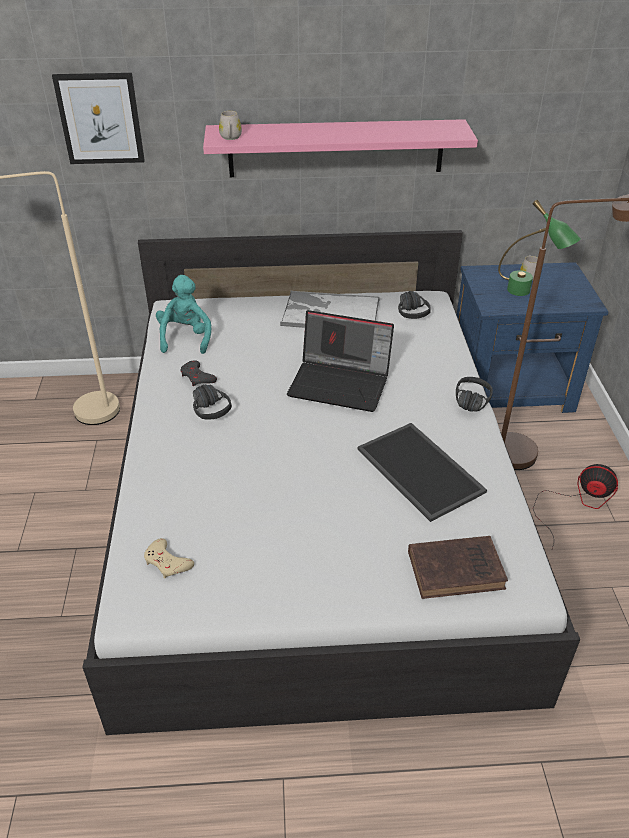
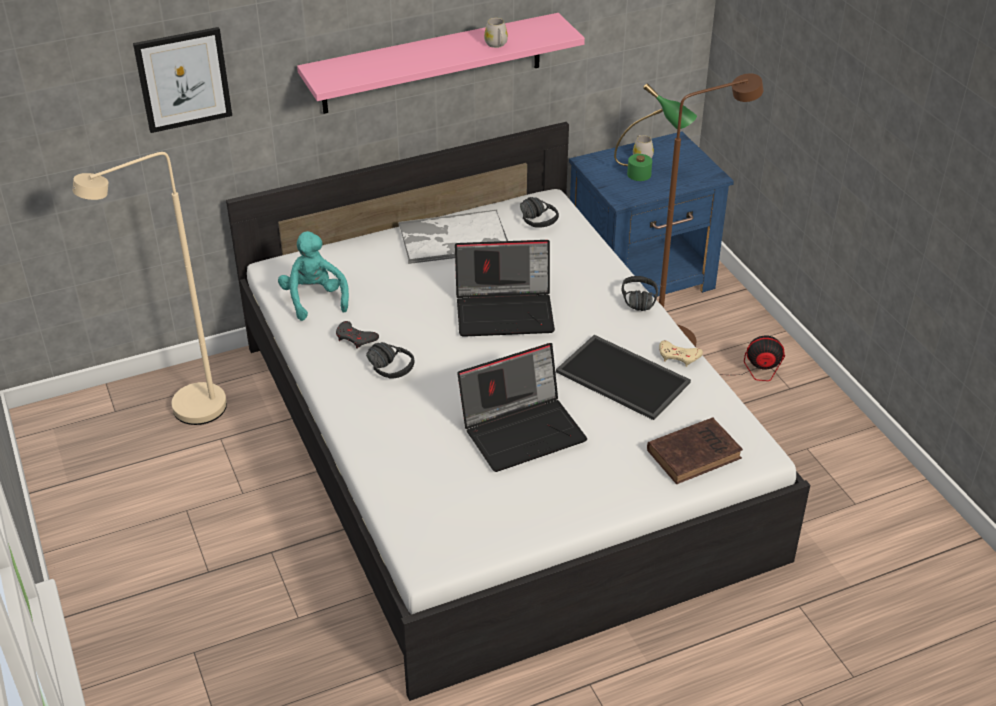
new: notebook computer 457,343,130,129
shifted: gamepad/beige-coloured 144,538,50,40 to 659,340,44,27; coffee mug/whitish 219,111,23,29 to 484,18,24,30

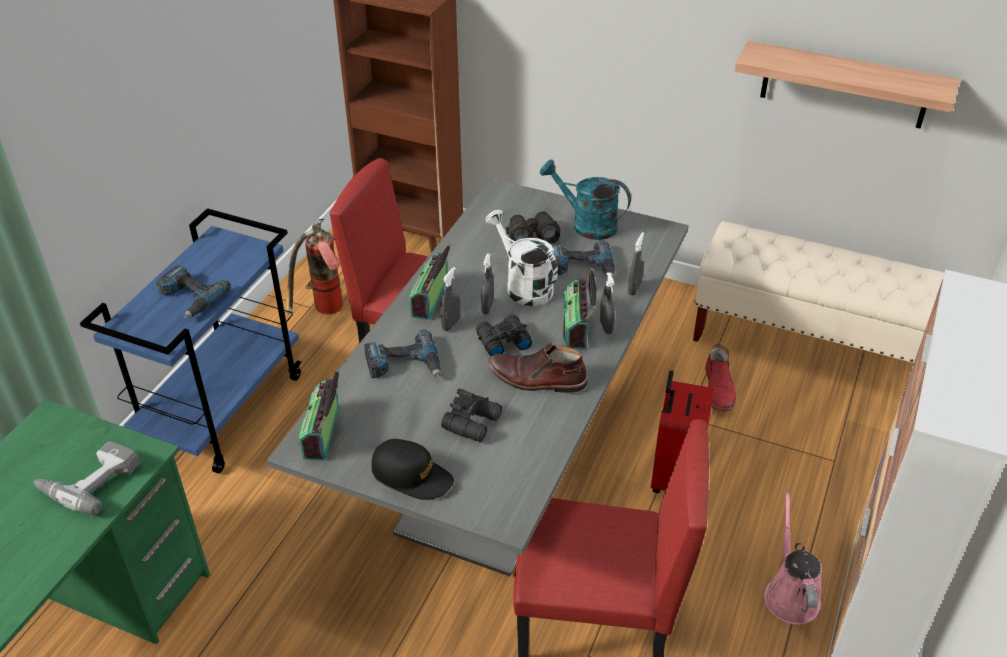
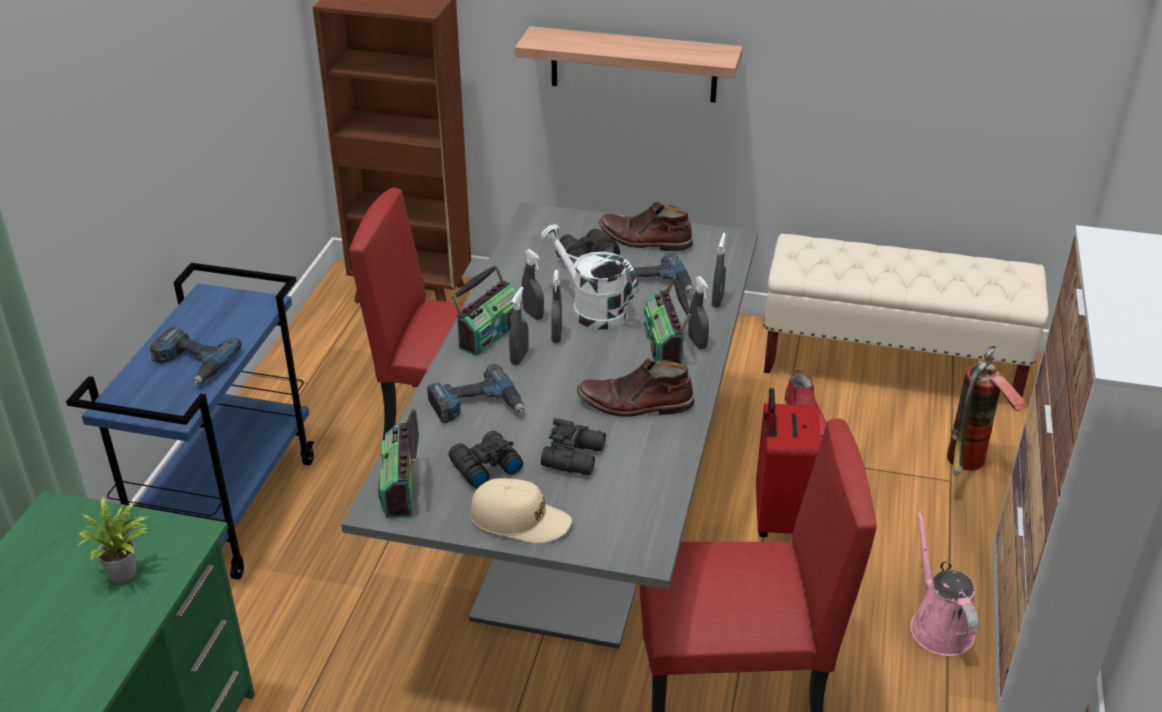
new: sprayer/grey 522,249,22,71
shifted: fire-fighting cylinder 285,219,58,96 to 947,346,78,130; pair of binoculars/black-coloured 476,314,56,43 to 449,431,74,57; shelf 734,41,226,88 to 515,26,228,77
swapped: power drill 34,441,106,74 to plant in a pot 78,496,73,87; sprinkling can/blue-green 540,160,91,80 to high-top boot/brown 599,202,94,49
repainted: cap/black-coloured 372,439,82,61 to cap/beige-coloured 471,478,101,66
rotated: radio set 409,243,42,77 = 452,264,70,92 150 degrees counterclockwise

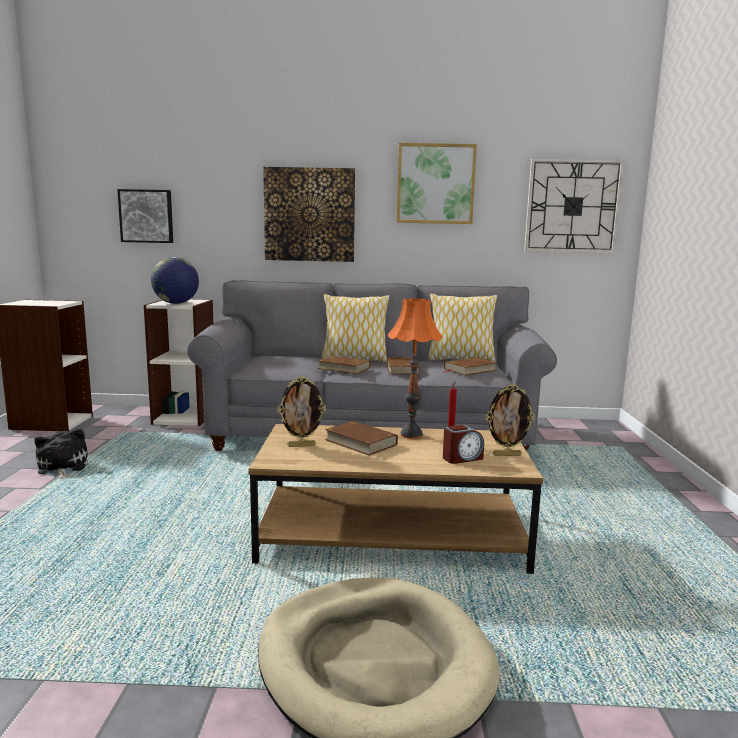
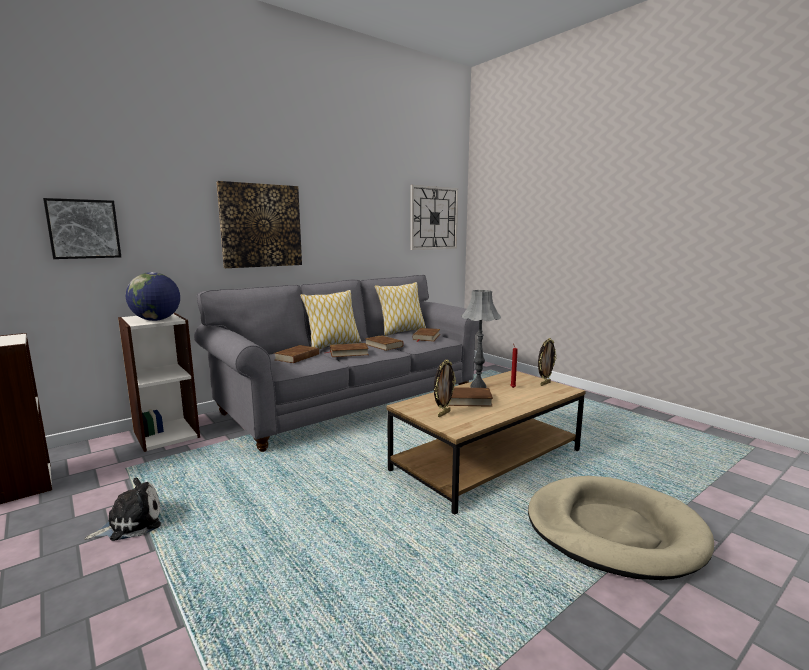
gone: picture 397,143,80,81; table clock 443,425,41,39
new: bound book/brown 274,345,45,18
repainted: tabletop lamp/orangey 388,298,55,141 to tabletop lamp/grey 461,290,40,98
rotated: soft toy 34,429,54,50 = 85,477,76,64 120 degrees clockwise

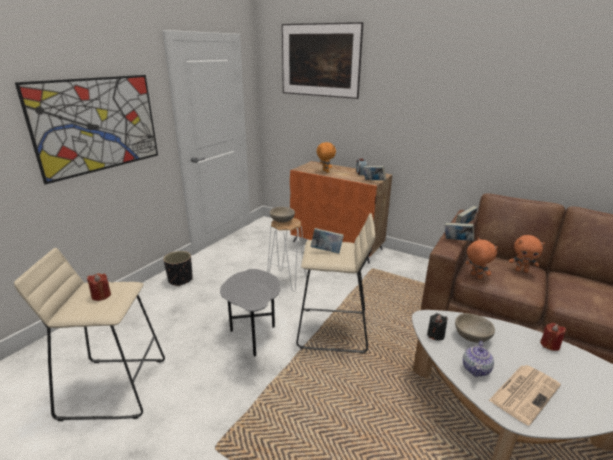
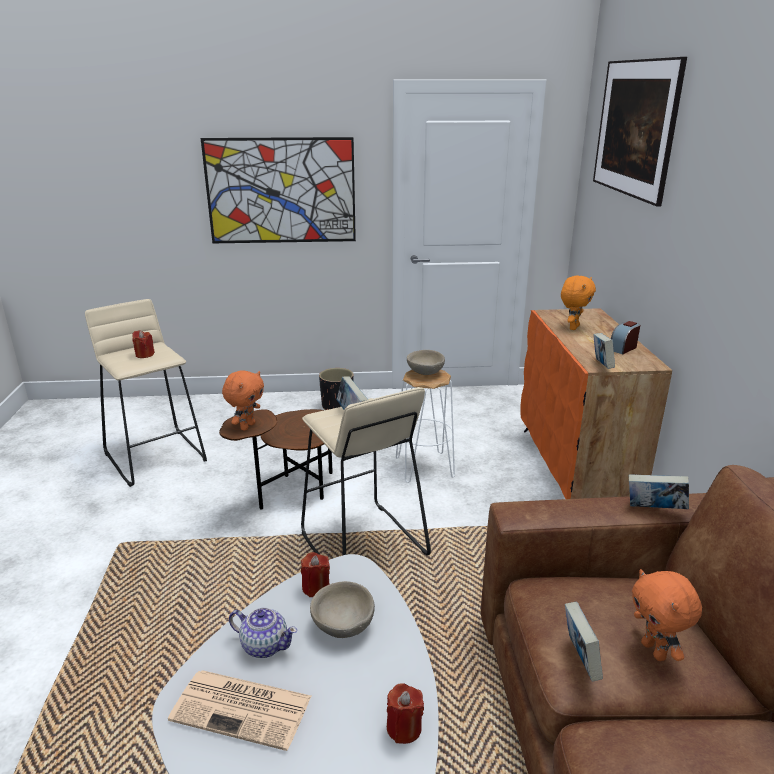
shifted: bound book 445,223,29,18 to 565,602,38,80; soft toy/orangey 466,238,32,41 to 222,370,42,60
repainted: end table/grey 220,269,60,87 to end table/brown 219,409,114,101; candle/black-coloured 427,313,21,28 to candle/reddish 301,552,29,45
rotated: tea pot 463,341,31,36 = 229,608,68,50 150 degrees counterclockwise

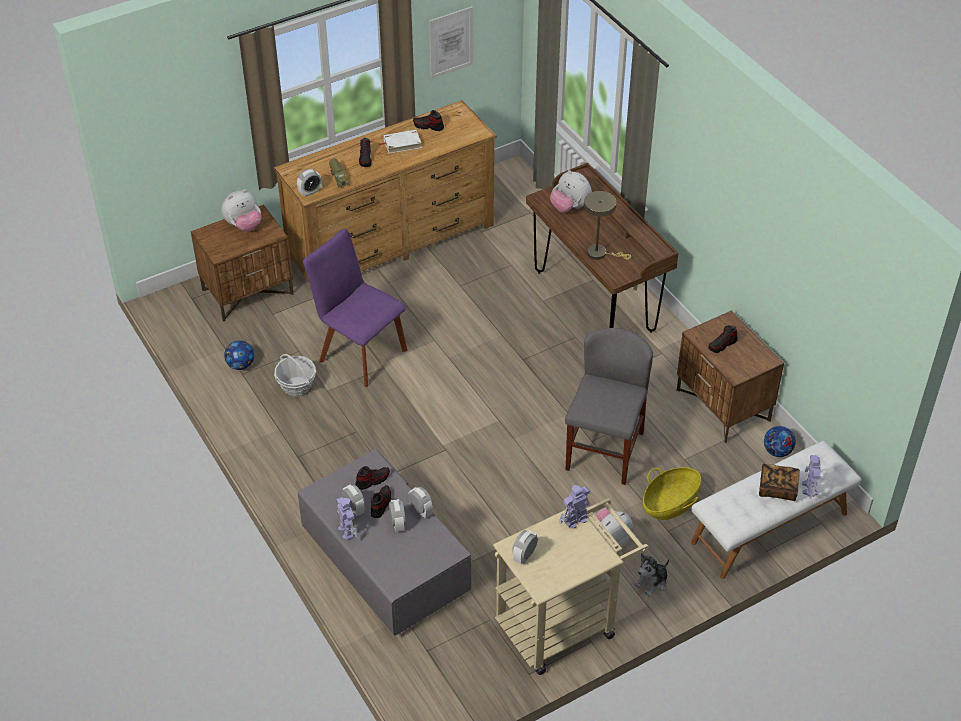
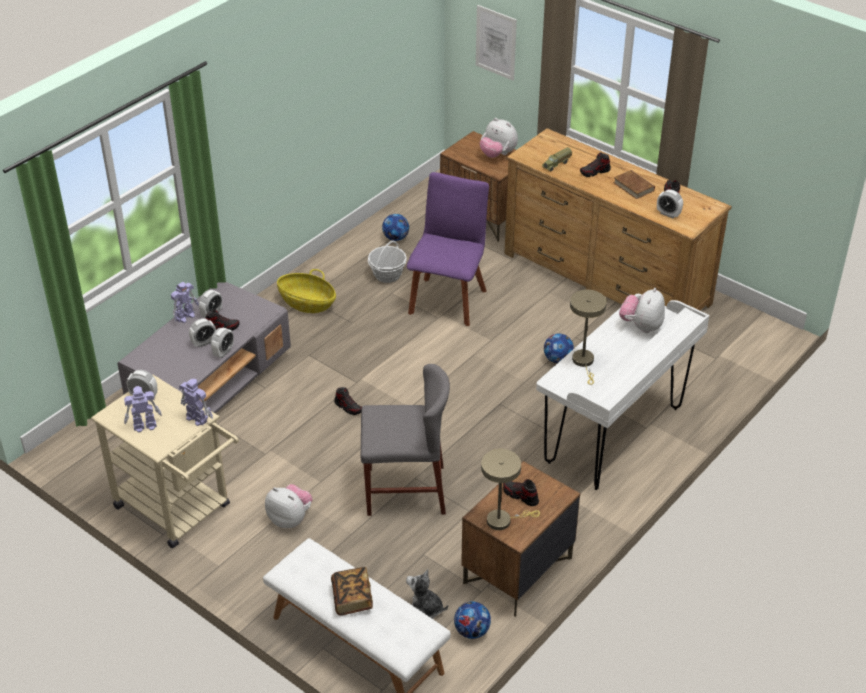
new: tabletop lamp/beige-coloured 481,449,59,81; football ball 544,333,30,30
shifted: table clock 297,169,25,28 to 657,190,26,28; item of footwear 355,466,35,24 to 334,387,28,28; picture 429,6,44,73 to 476,5,41,76; soft toy 634,553,35,44 to 406,569,42,50; storage basket 643,467,58,53 to 277,269,59,44; toy robot 802,455,19,44 to 124,386,38,46
repainted: bound book/whitish 379,130,43,23 to bound book/brown 614,170,41,29; desk table/brown 526,163,152,170 to desk table/whitish 536,294,173,196

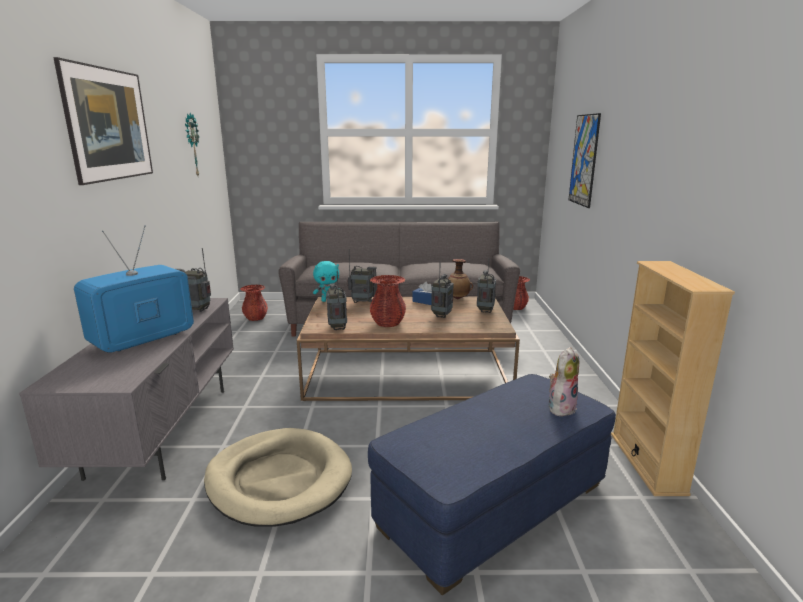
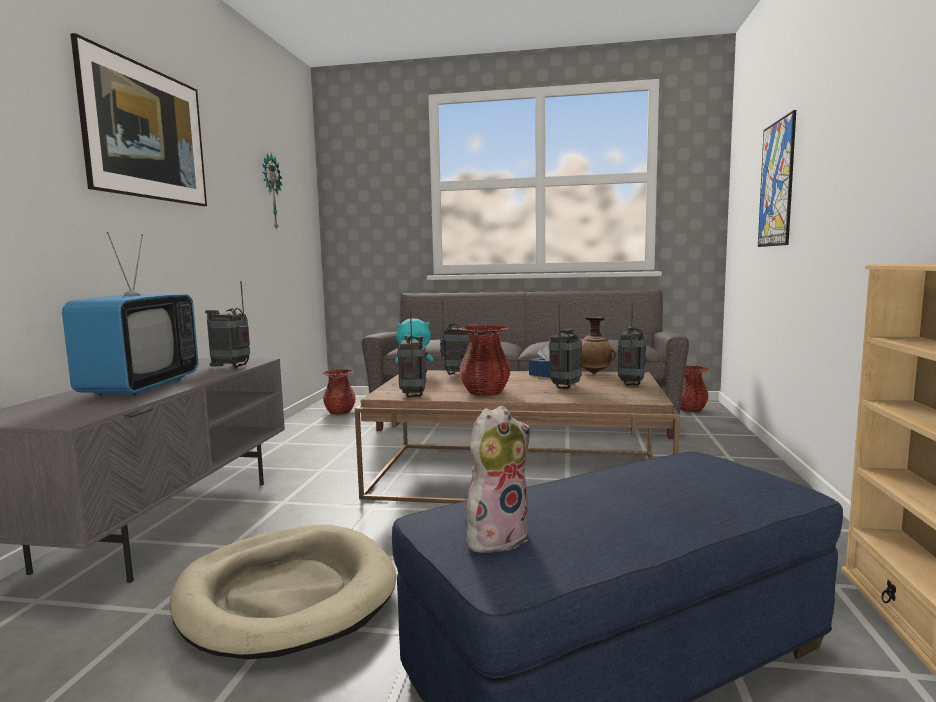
shifted: soft toy 549,347,30,69 to 465,406,65,147
rotated: TV set 74,225,120,128 = 62,232,137,163 135 degrees clockwise

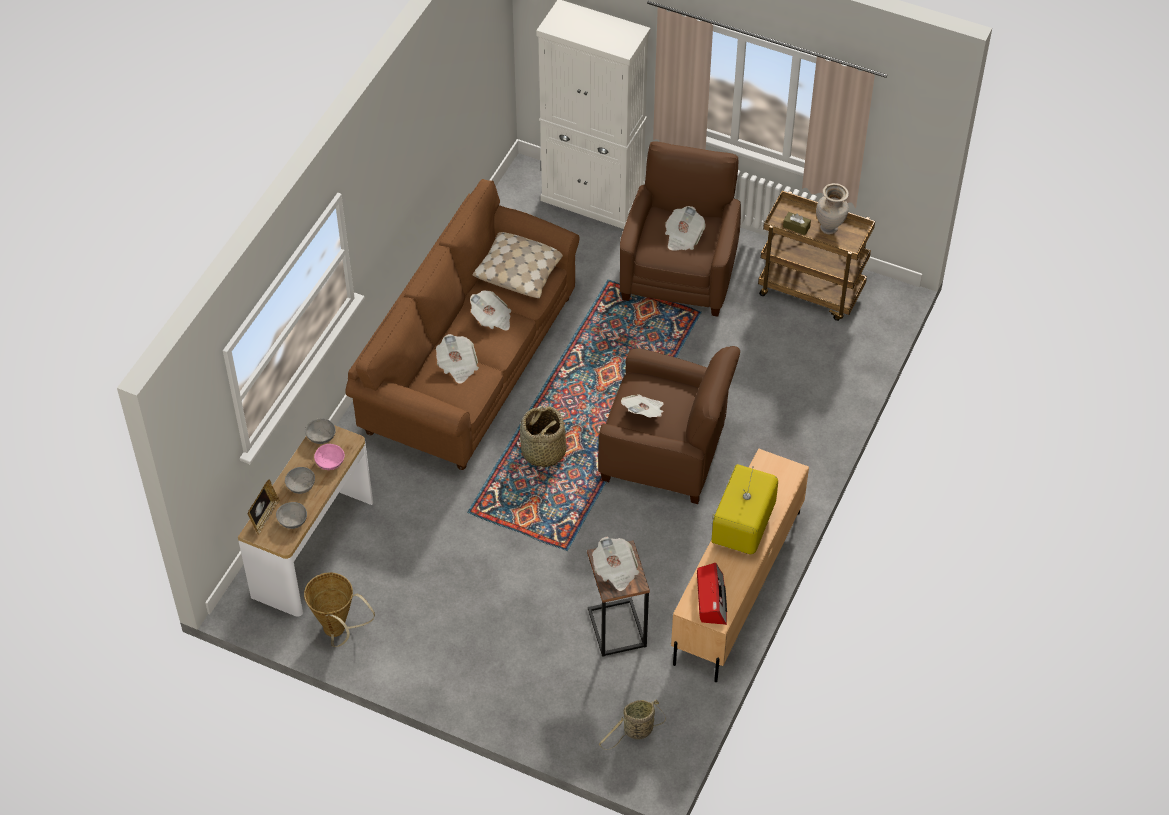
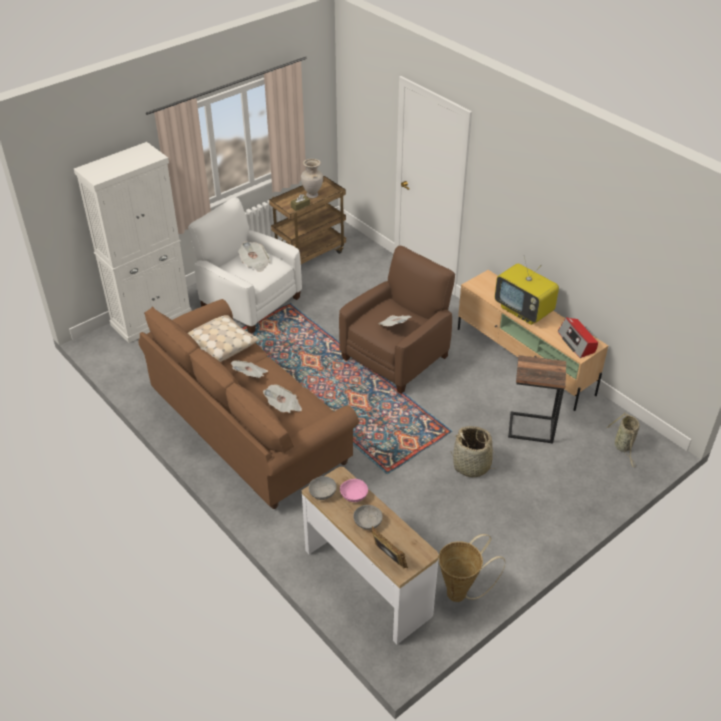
gone: bowl/grey 276,502,31,27; printed paper 592,537,47,54
shifted: storage basket 520,406,47,64 to 451,426,48,51
repainted: armchair/brown 620,141,121,176 to armchair/whitish 188,197,114,137
rotated: radio set 697,563,30,62 = 558,318,40,40 135 degrees counterclockwise

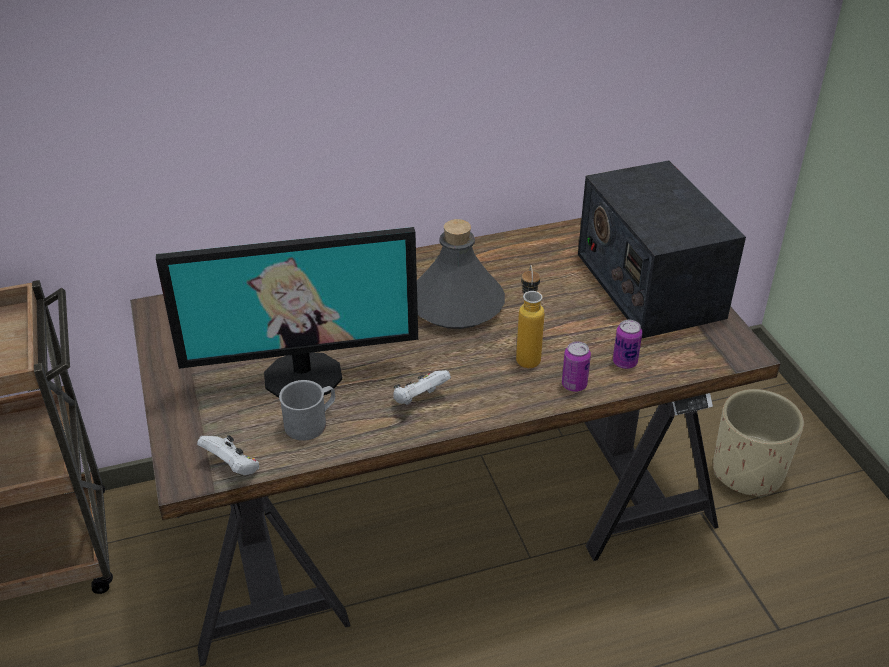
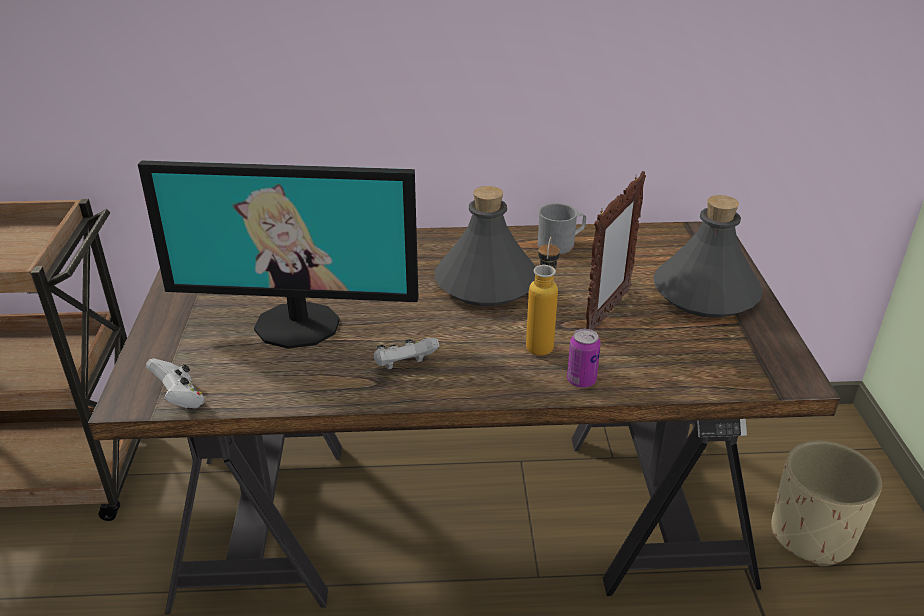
gone: sealed can 613,320,29,49
new: standing frame 586,171,60,159
shifted: coffee mug/grey 279,380,56,61 to 538,203,48,51
swapped: radio set 578,161,168,177 to bottle/grey 653,195,110,123

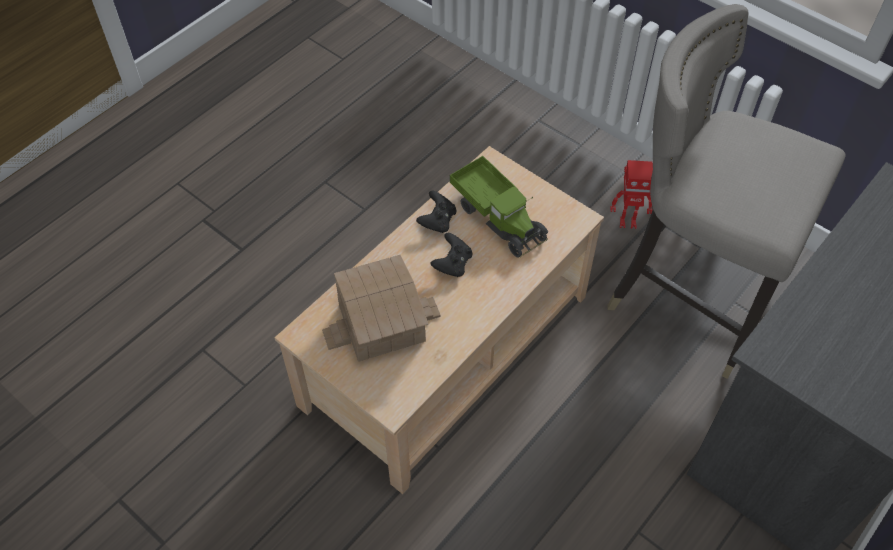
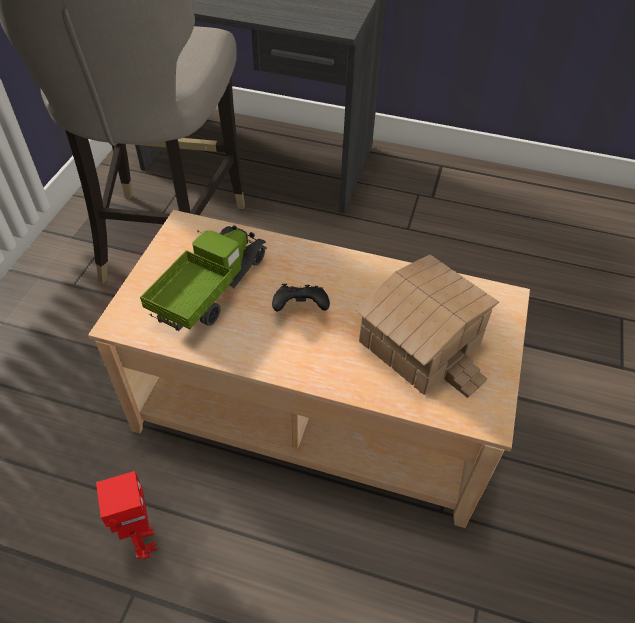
gone: gamepad/black-coloured 416,190,40,43
shifted: toy robot 610,160,43,69 to 96,471,61,88

